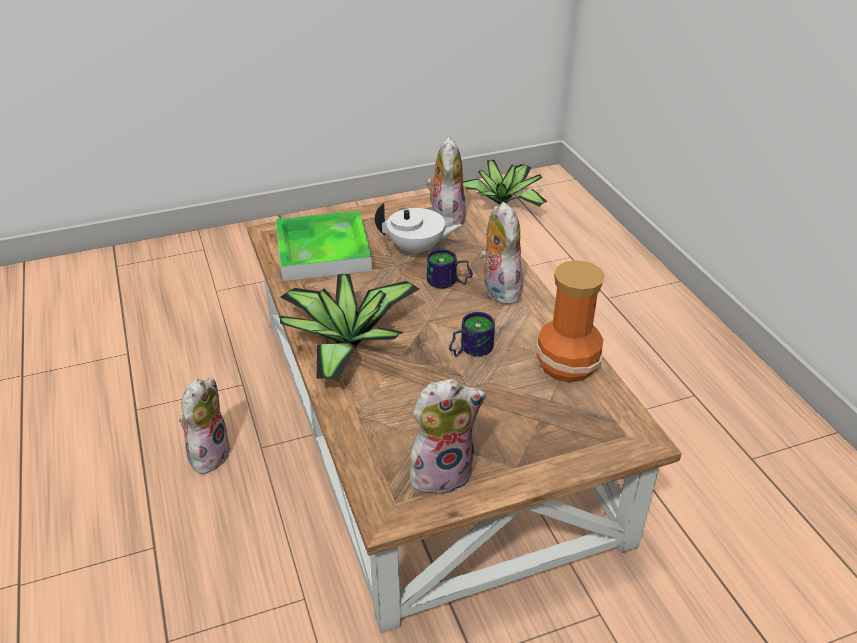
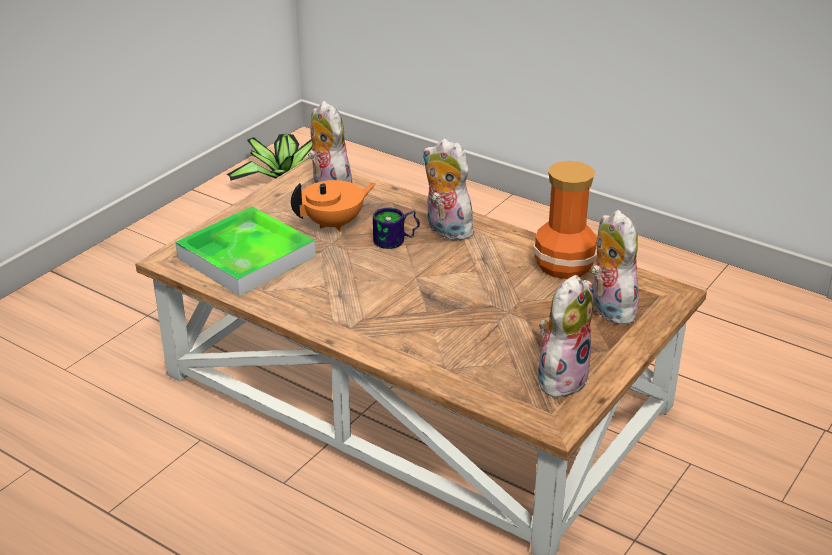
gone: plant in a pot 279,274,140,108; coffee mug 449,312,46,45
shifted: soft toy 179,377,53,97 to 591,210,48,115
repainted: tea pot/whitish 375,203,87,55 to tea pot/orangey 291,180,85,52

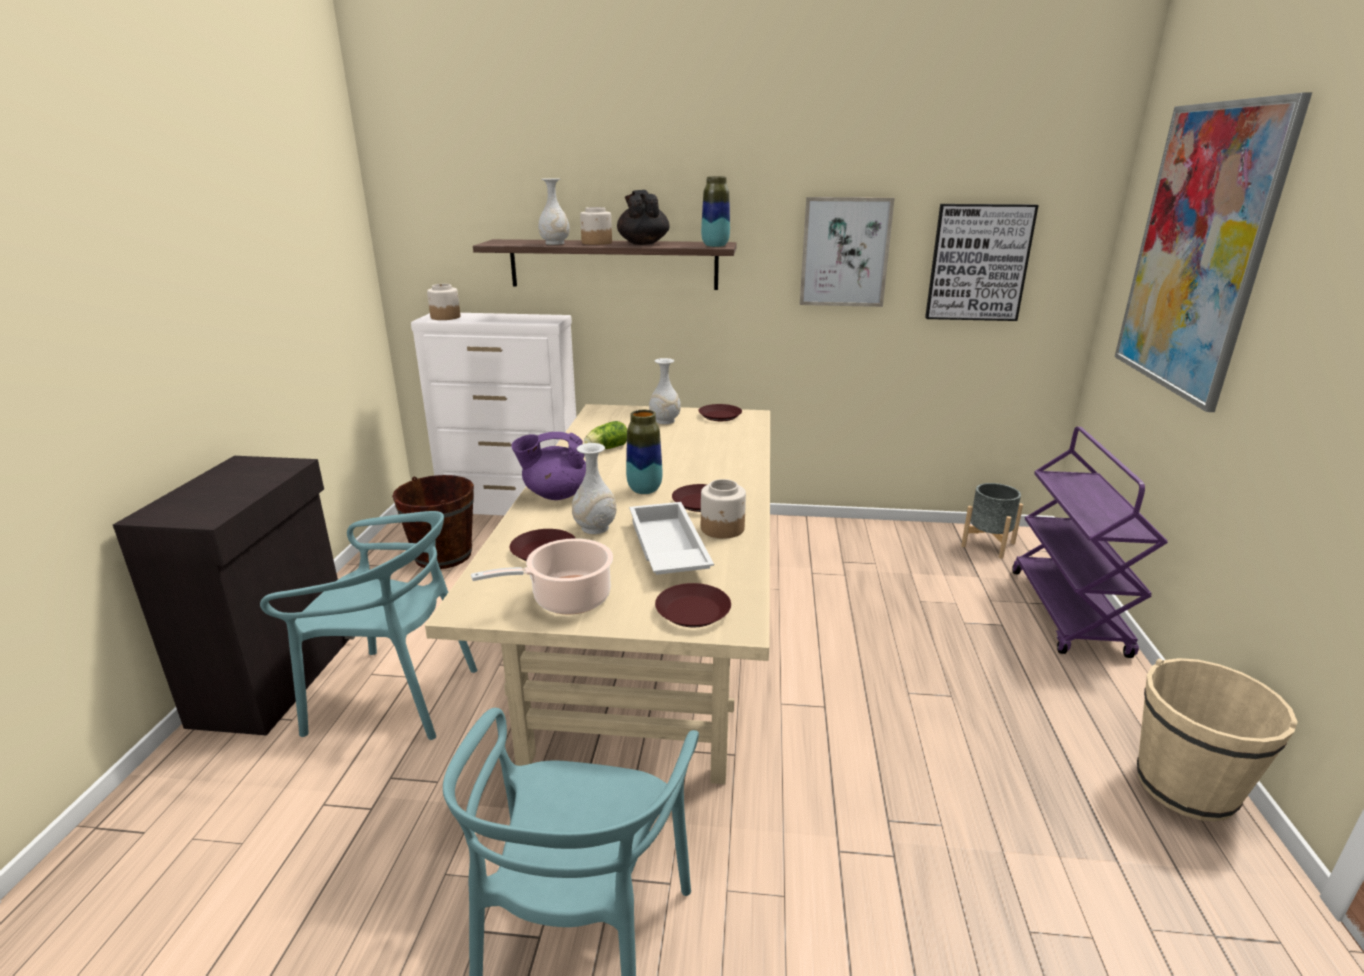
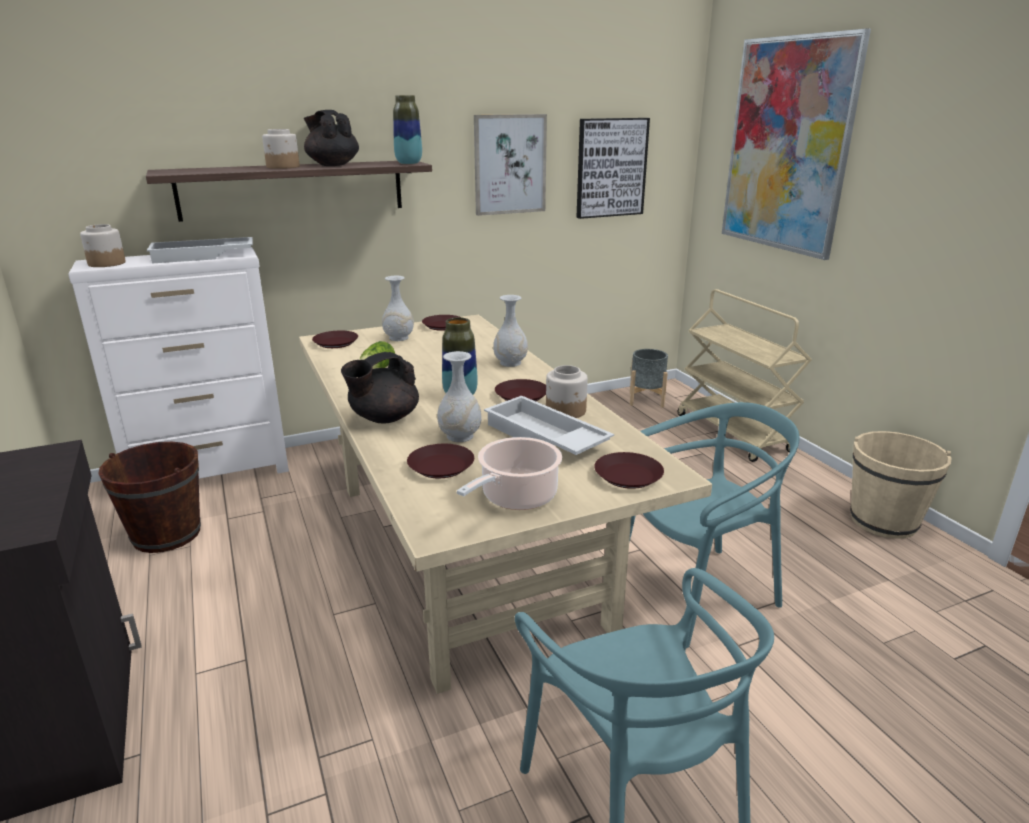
new: tray/whitish 147,237,106,26; dinner plate/brown 312,331,46,17
shifted: chair/blue-green 260,511,217,229 to 629,402,171,246; decorative vase/whitish 538,178,32,67 to 493,295,35,72
repainted: tea pot/purplish 511,432,75,68 to tea pot/black-coloured 341,352,78,72; cart/purplish 1012,427,156,231 to cart/beige-coloured 677,289,135,173

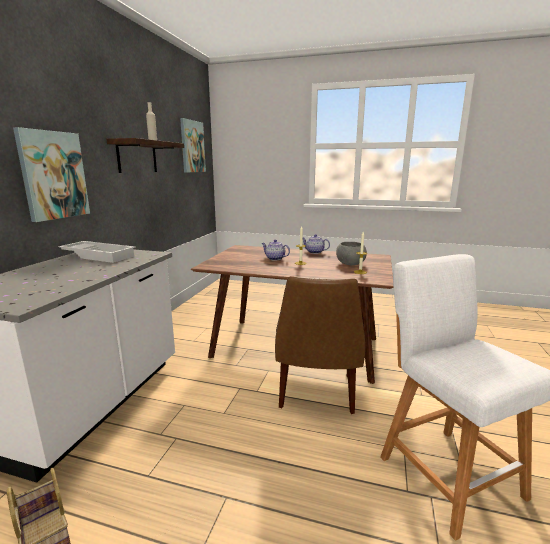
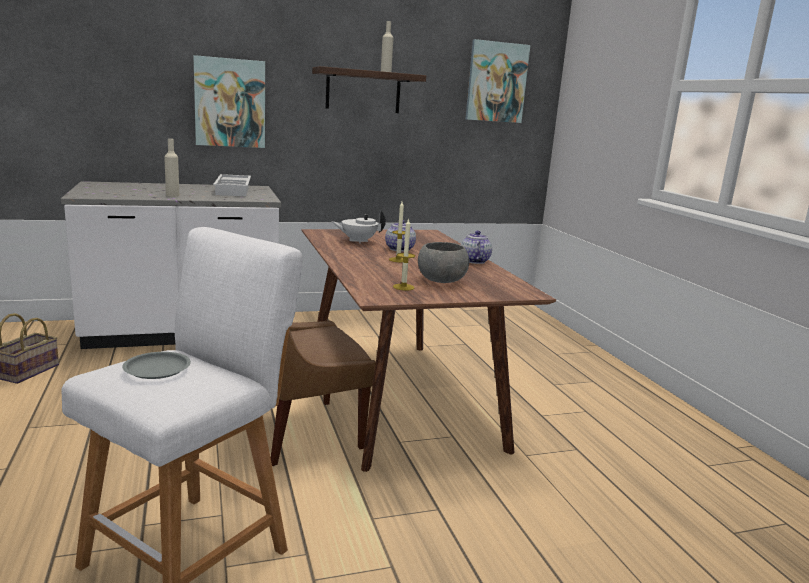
new: dinner plate/grey 122,352,69,27; bottle/beige-coloured 164,139,15,58; tea pot/whitish 331,211,55,32

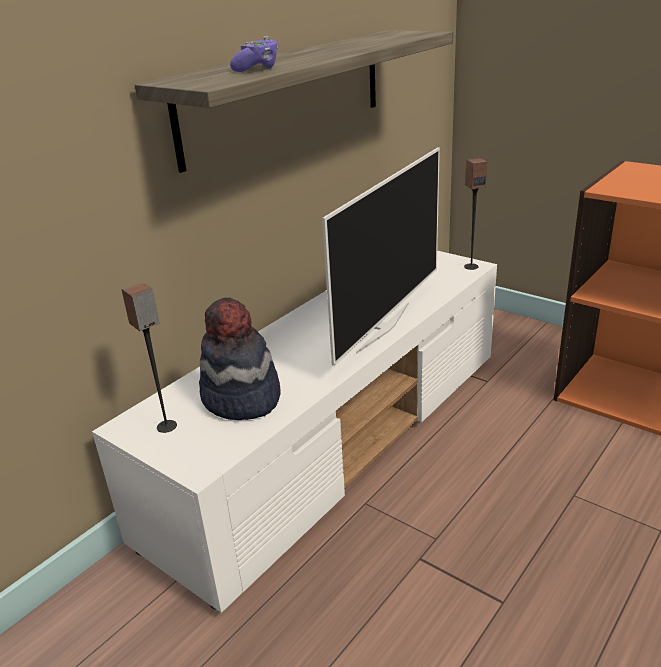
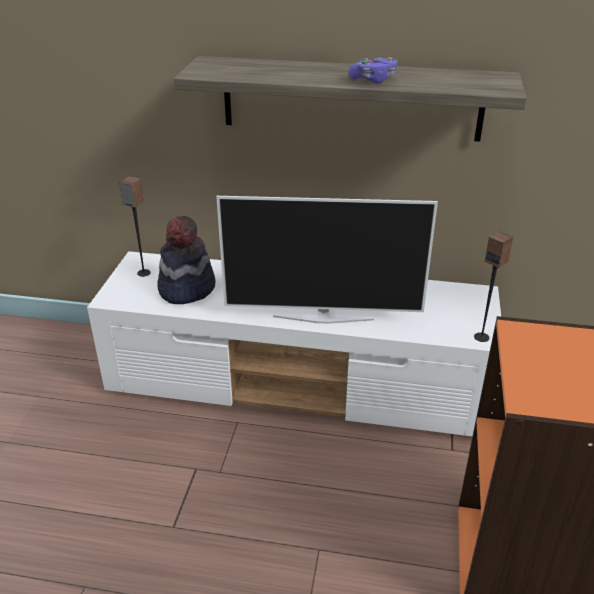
shifted: gamepad/purplish 230,36,48,36 to 348,57,50,27

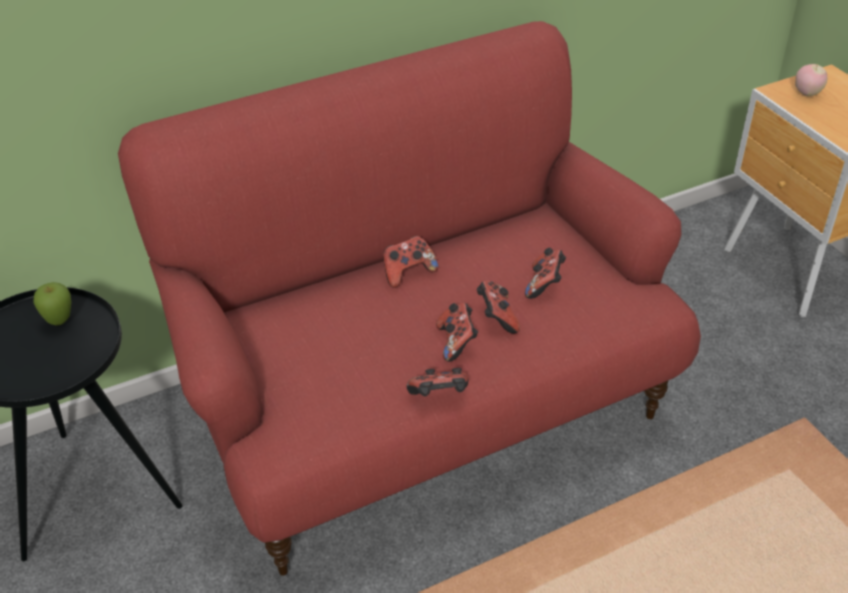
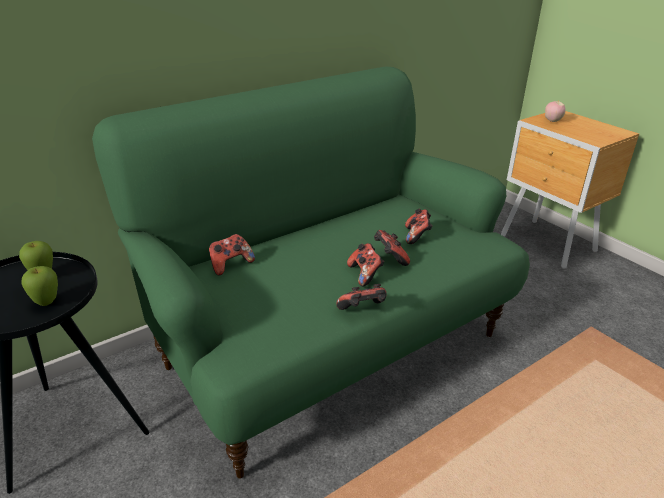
new: apple fruit 21,266,37,40
shifted: gamepad 383,236,55,52 to 209,234,46,42
repainted: sofa/reddish 118,21,583,554 to sofa/greenish 92,66,438,412

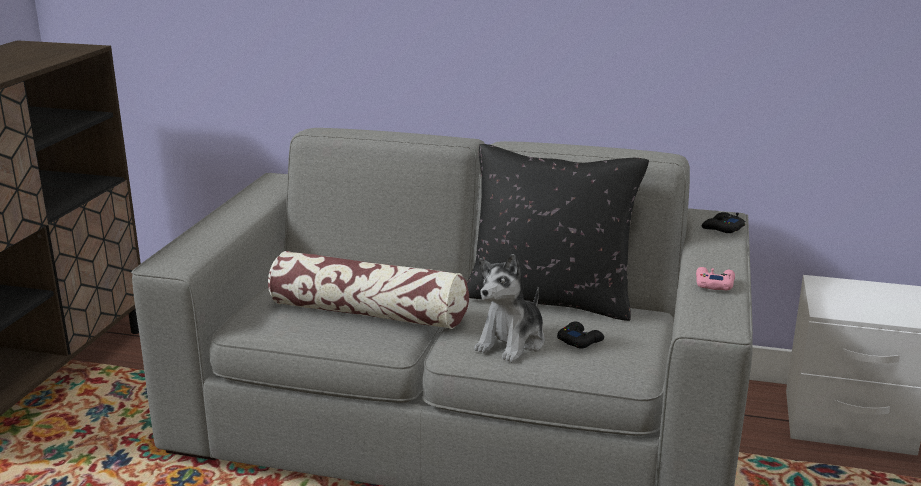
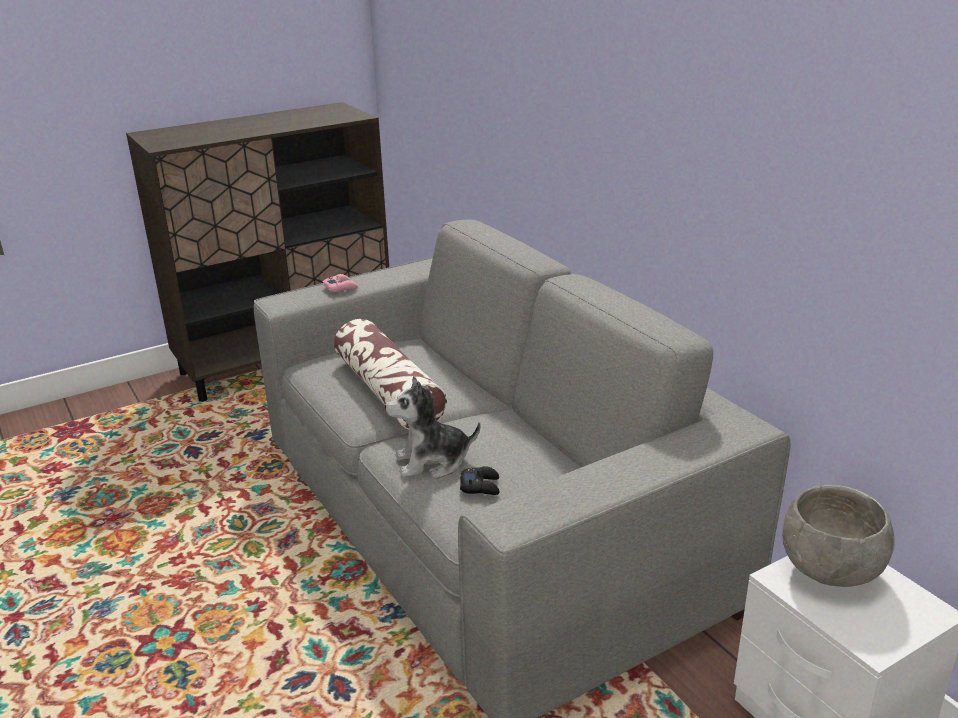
gone: pillow/black-coloured 467,144,182,177; gamepad/black-coloured 702,212,43,21
new: bowl/grey 782,485,112,102
shifted: gamepad/pink-coloured 696,267,39,23 to 322,274,36,18

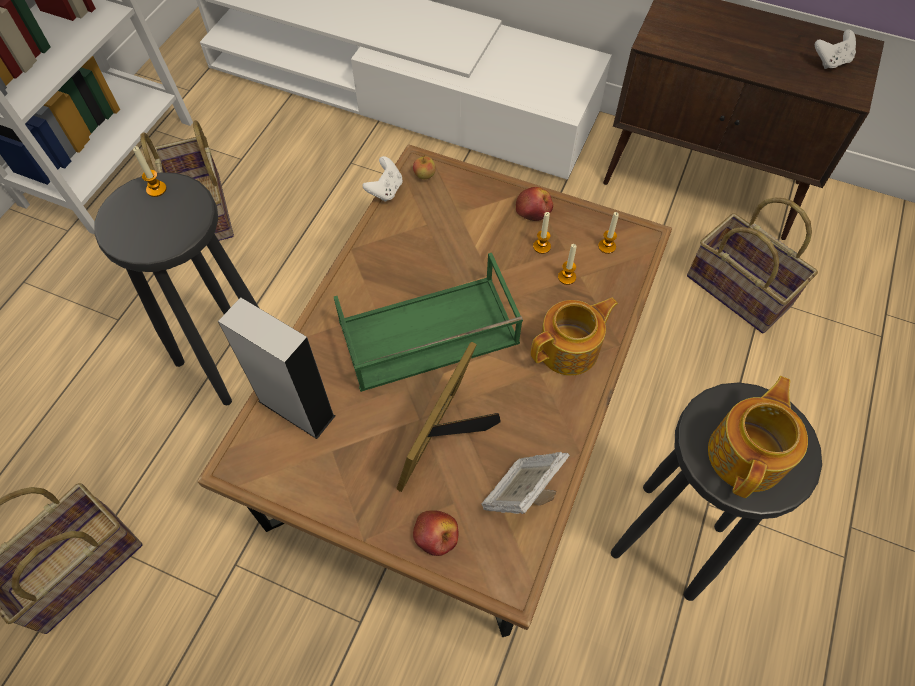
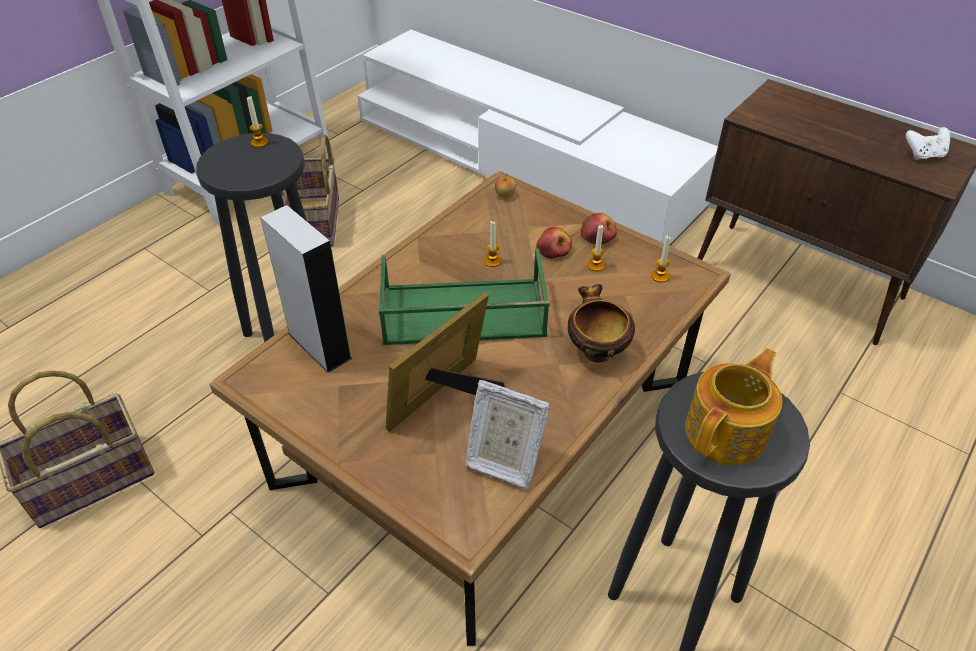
gone: gamepad/whitish 363,156,40,46; storage basket 687,198,131,135
shifted: apple fruit 413,511,46,45 to 536,227,36,32; candle 558,244,19,41 to 484,221,17,46
swapped: tea pot 531,298,87,78 to bowl 568,284,67,78
rotated: standing frame 482,452,88,62 = 466,380,84,109 120 degrees counterclockwise

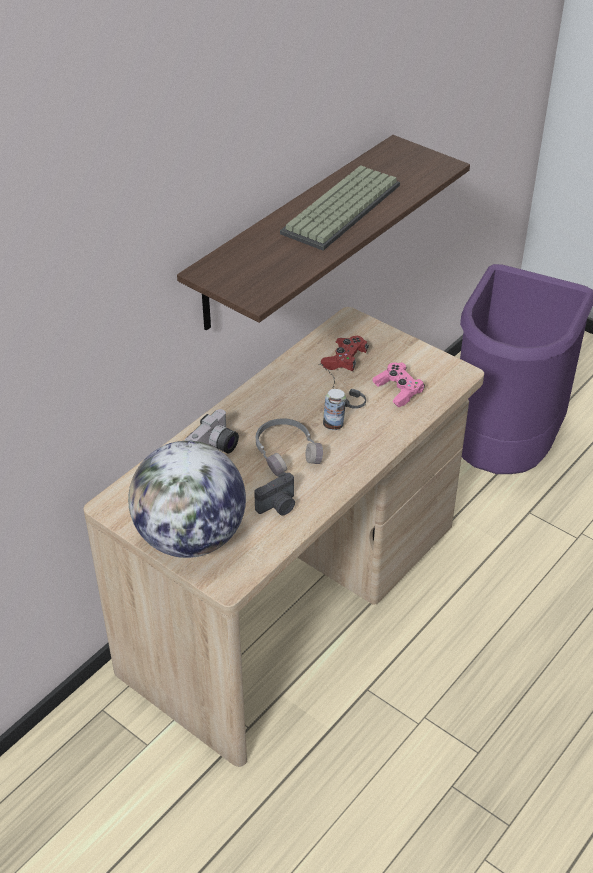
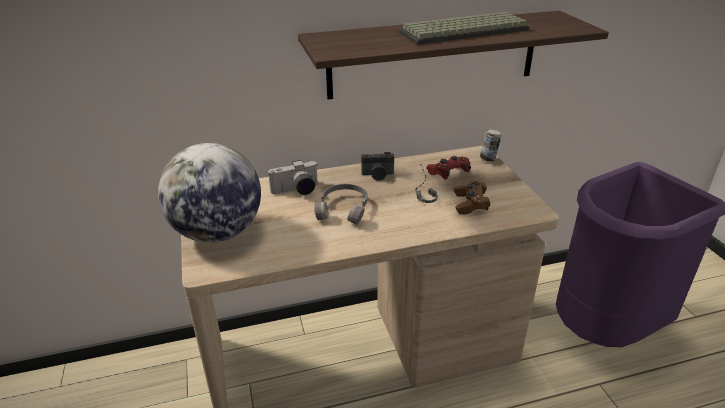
shifted: photo camera 254,472,41,43 to 361,152,33,28; sealed can 323,389,23,41 to 480,130,21,32
repainted: gamepad/pink-coloured 372,362,53,46 to gamepad/brown 454,180,37,35

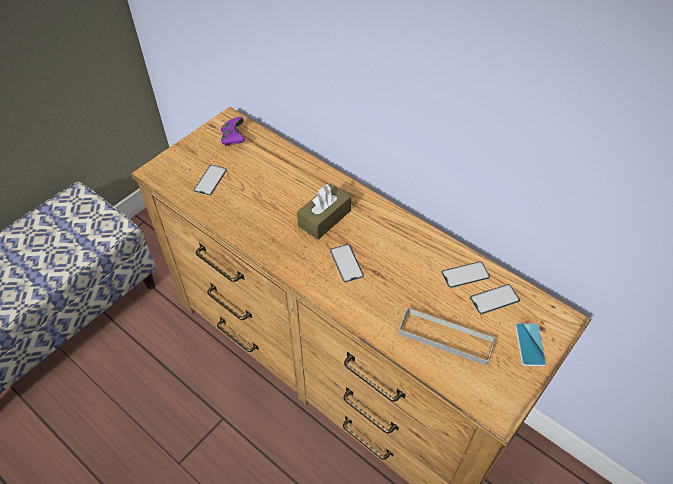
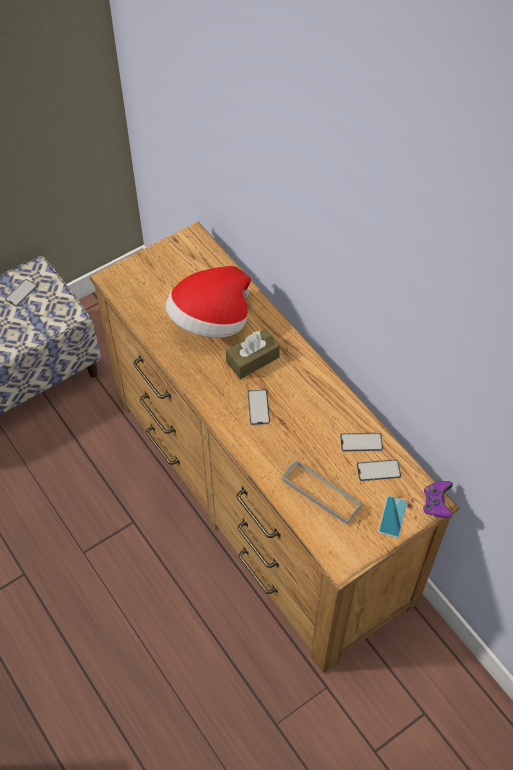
new: clothing hat 166,266,85,72
shifted: phone 193,165,34,31 to 5,279,32,27; gamepad/purplish 221,117,24,29 to 423,481,30,37

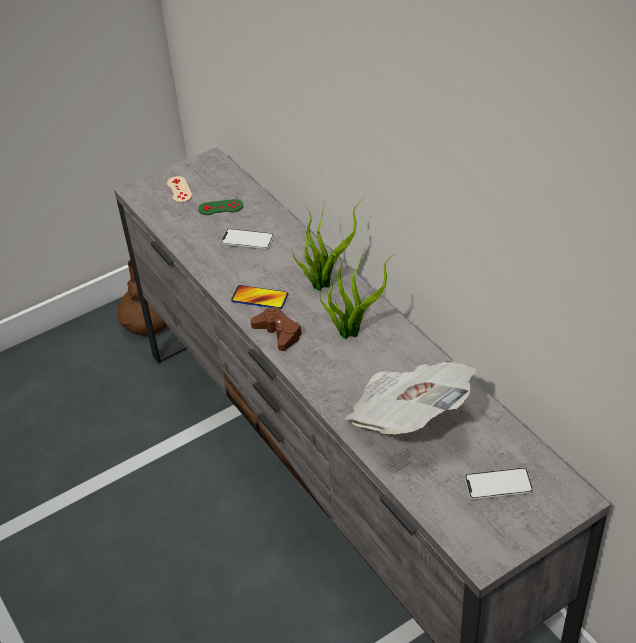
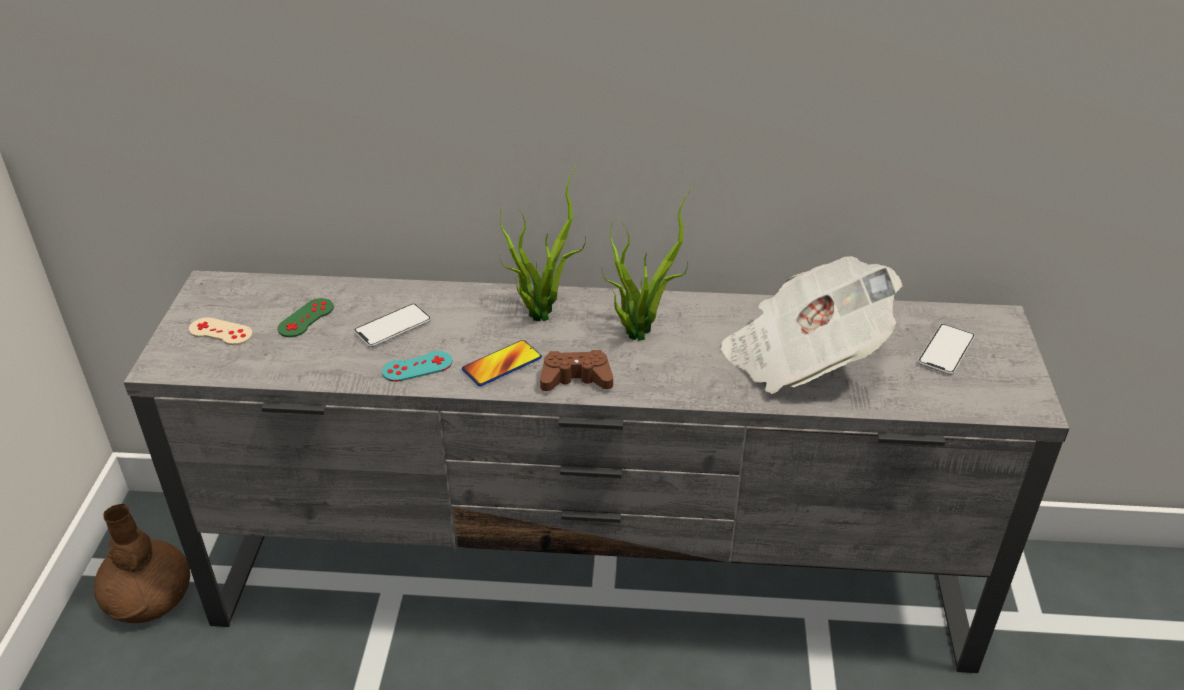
new: gamepad/blue-green 382,351,70,31

